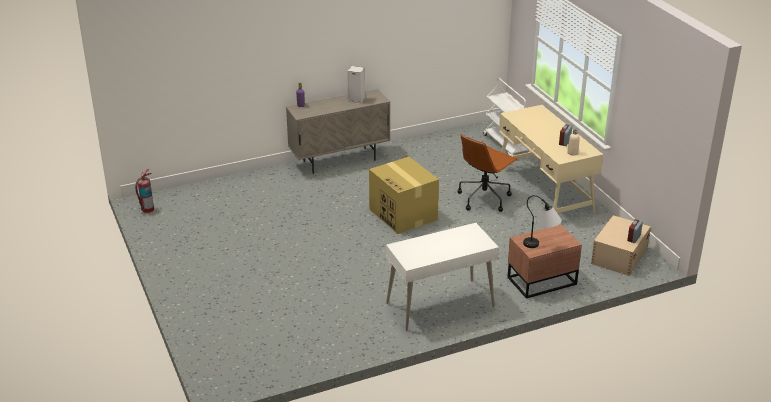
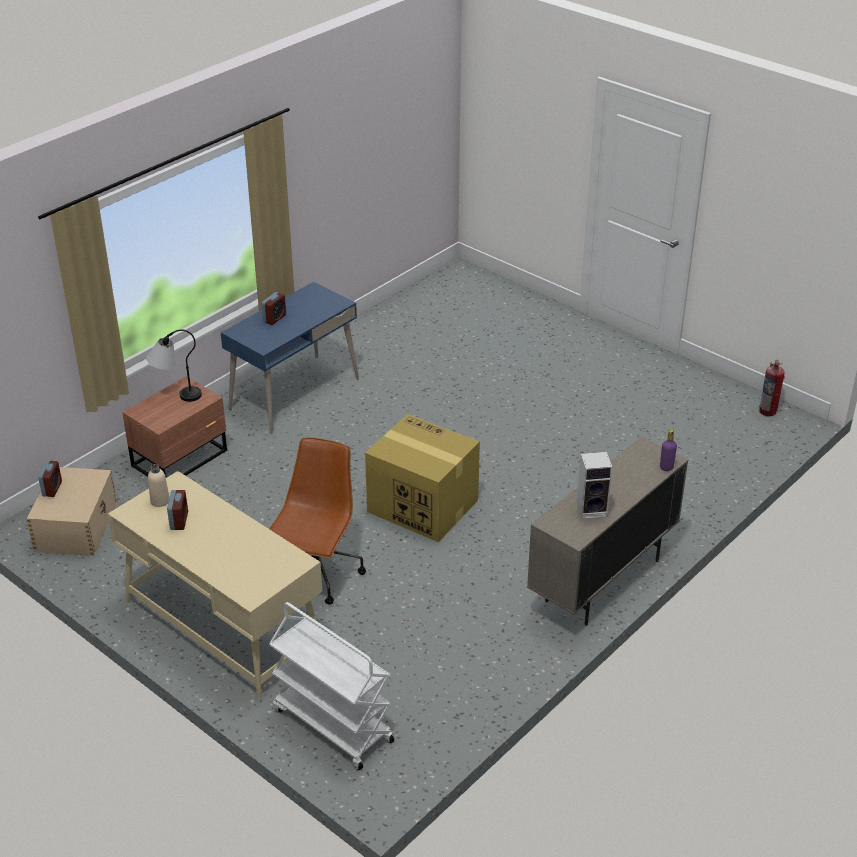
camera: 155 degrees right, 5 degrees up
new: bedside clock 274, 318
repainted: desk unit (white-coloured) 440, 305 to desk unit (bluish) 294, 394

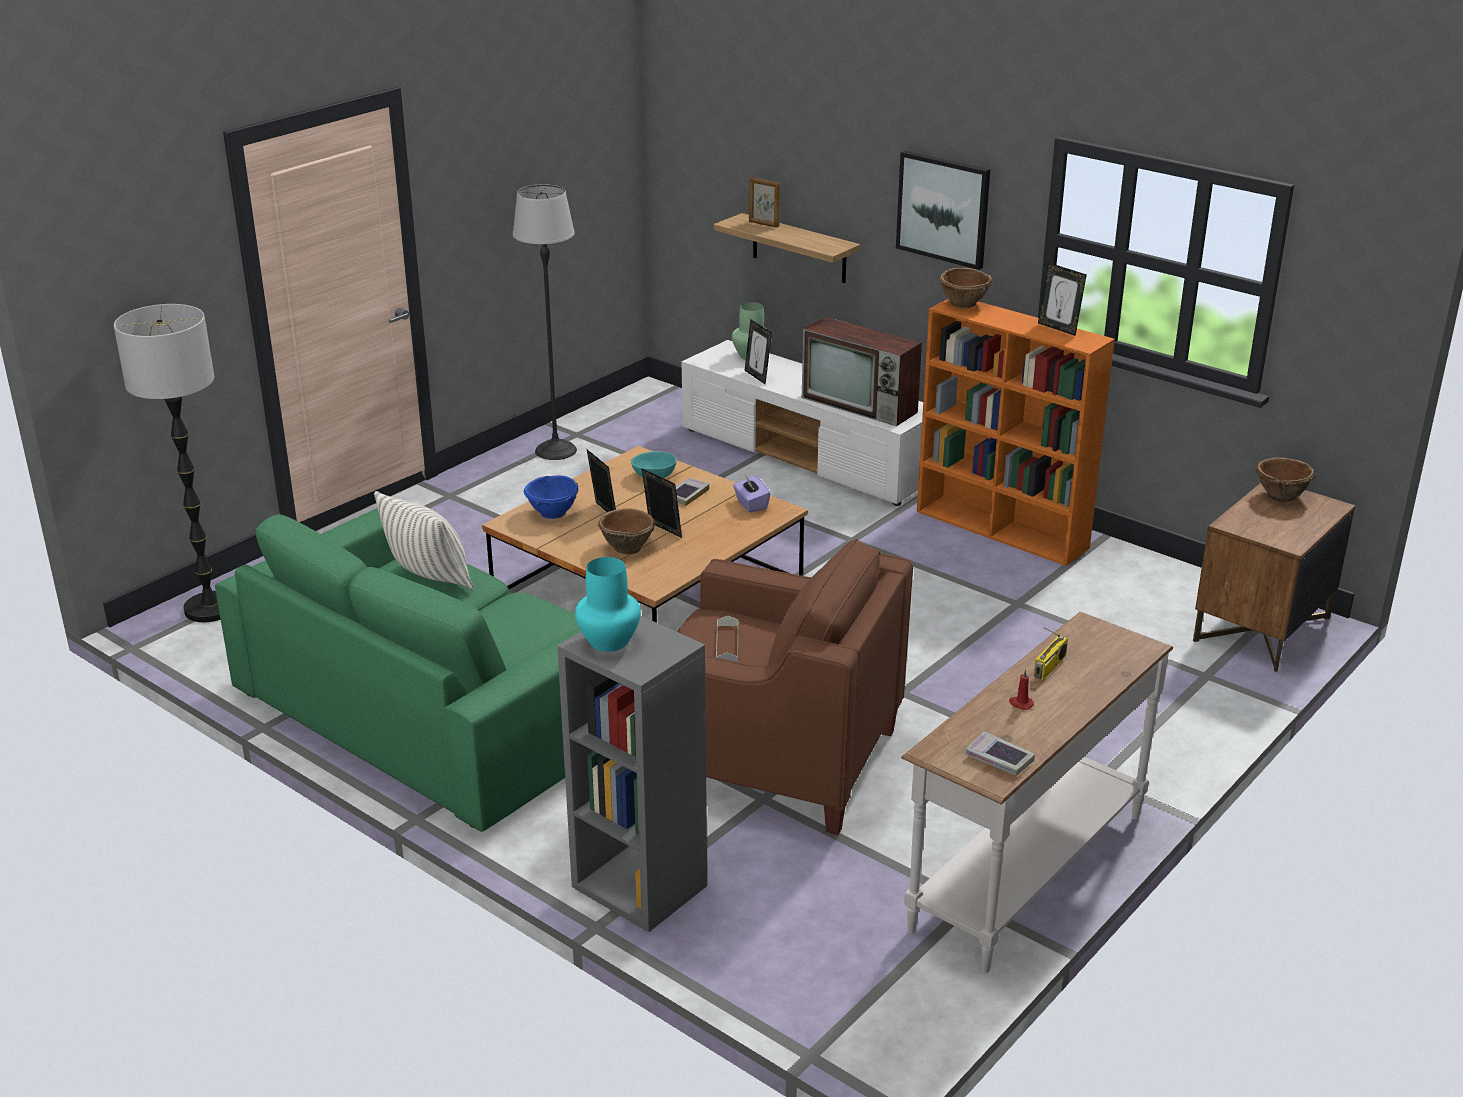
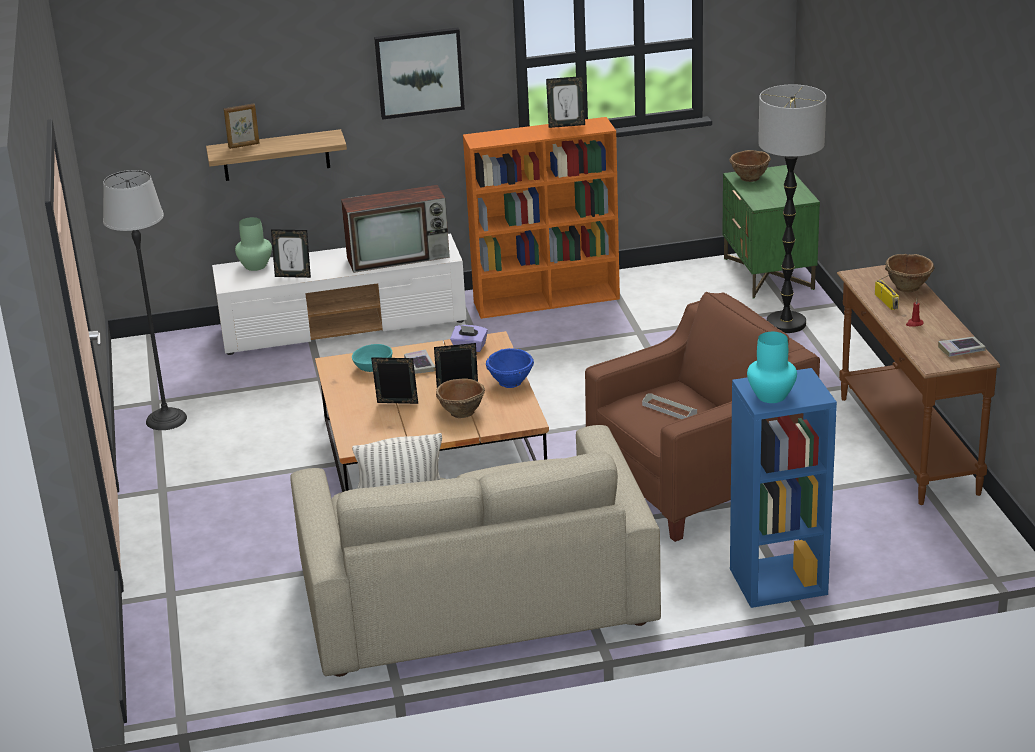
camera: 50 degrees left, 0 degrees up
shifted: deep dish (bluish) 552, 513 to 511, 383; floor lamp 210, 609 to 786, 324; deep dish (brownish) 964, 304 to 908, 287
repainted: couch (green) 440, 709 to couch (sand-coloured) 474, 593; night table (brownish) 1261, 630 to night table (green) 769, 274; bookcase (grey) 637, 886 to bookcase (bluish) 777, 582; console table (white-coloured) 1025, 870 to console table (brownish) 905, 445

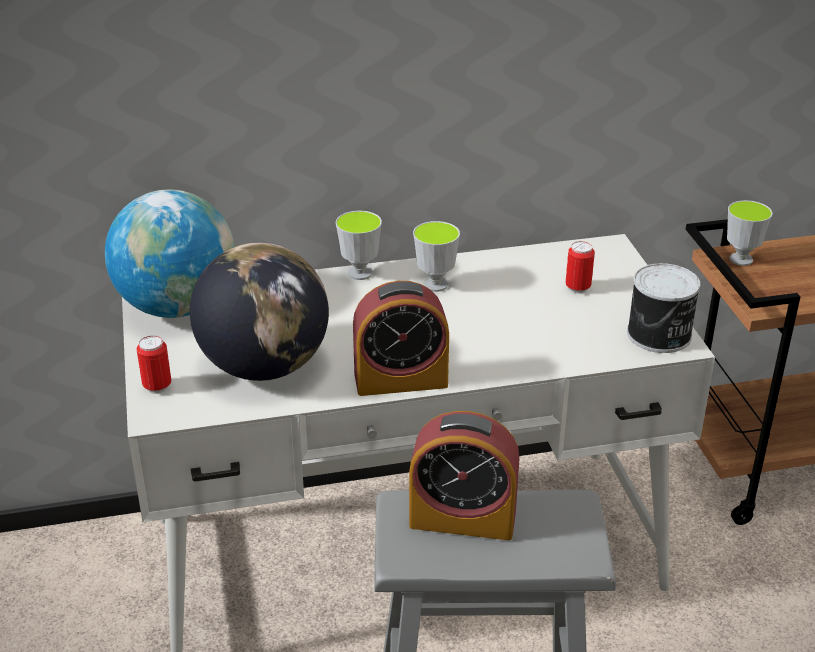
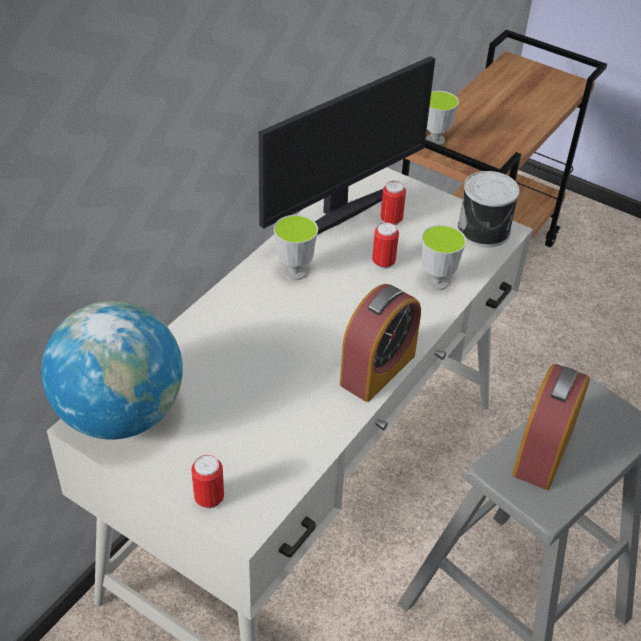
camera: 45 degrees left, 10 degrees up
gone: world globe 264, 366
new: computer screen 340, 213; sealed can 383, 263
shifted: cup 360, 273 to 437, 282
rotated: bedside clock 462, 519 = 543, 451 150 degrees clockwise

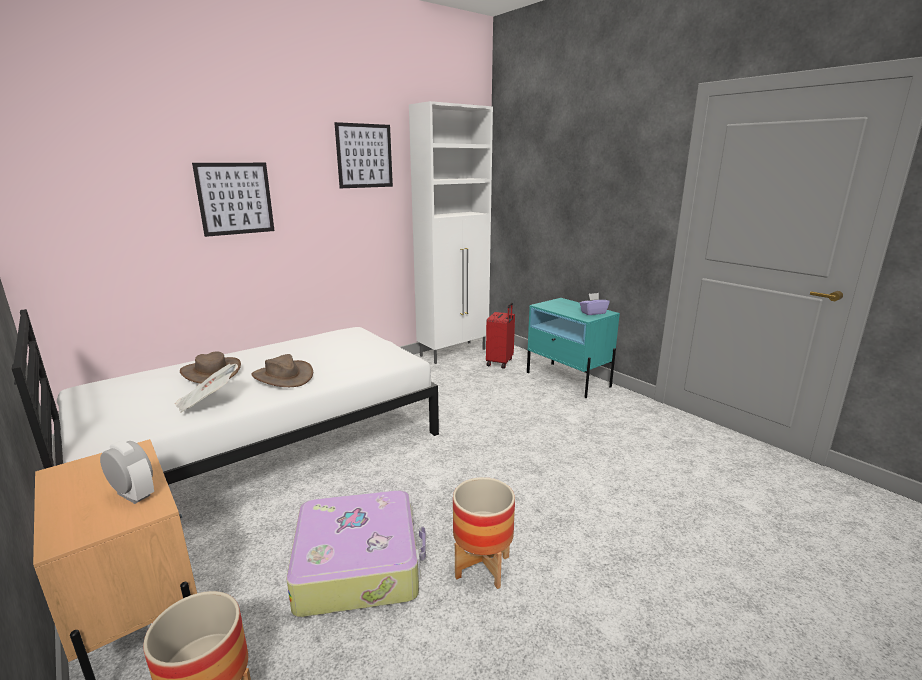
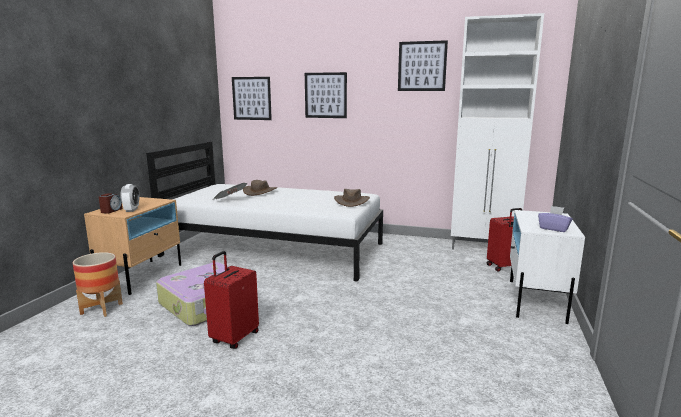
camera: 55 degrees right, 5 degrees down
new: bedside clock 111, 210; picture 251, 98
shifted: wearable hat (brownish) 283, 376 to 351, 201
swapped: planter 482, 567 to travel case (red) 234, 338
repainted: night table (turquoise) 568, 379 to night table (white-coloured) 536, 300

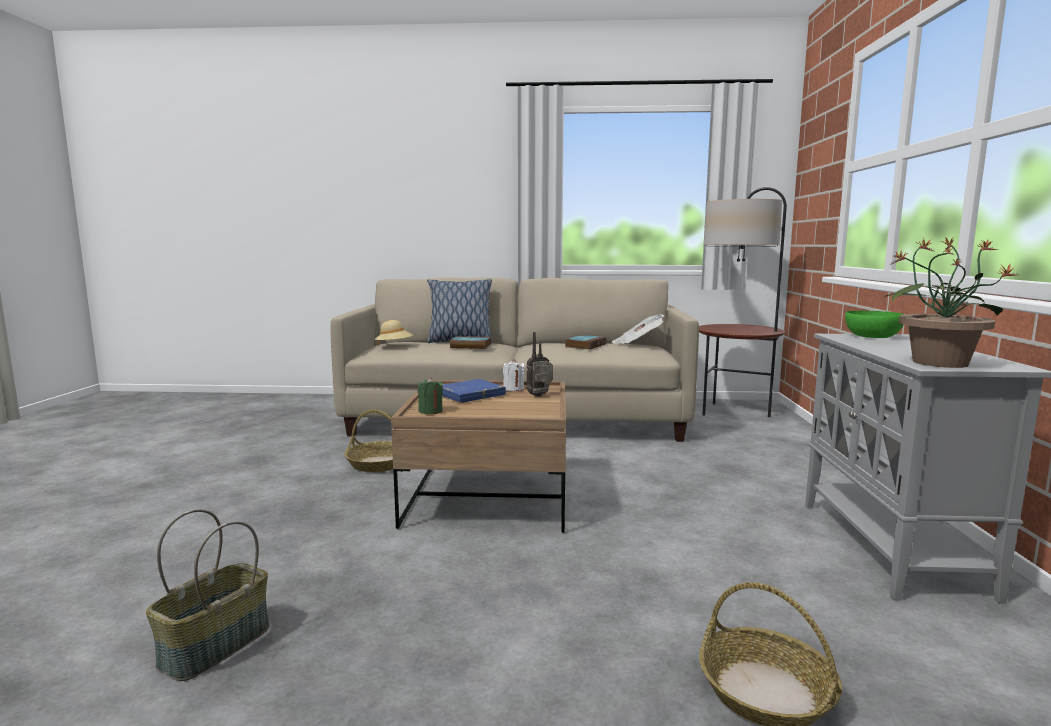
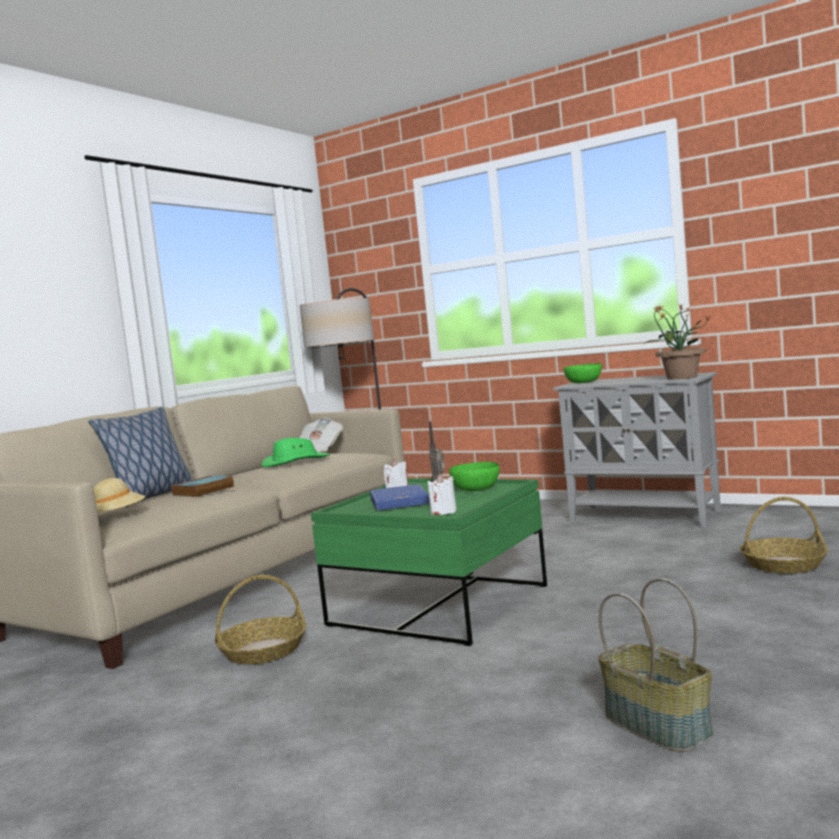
camera: 60 degrees left, 5 degrees down
new: deep dish (green) 476, 489
swapped: volume 585, 345 to wearable hat (green) 295, 462
repainted: lounge table (brownish) 489, 497 to lounge table (green) 439, 605; wax light (green) 430, 411 to wax light (white-coloured) 443, 512

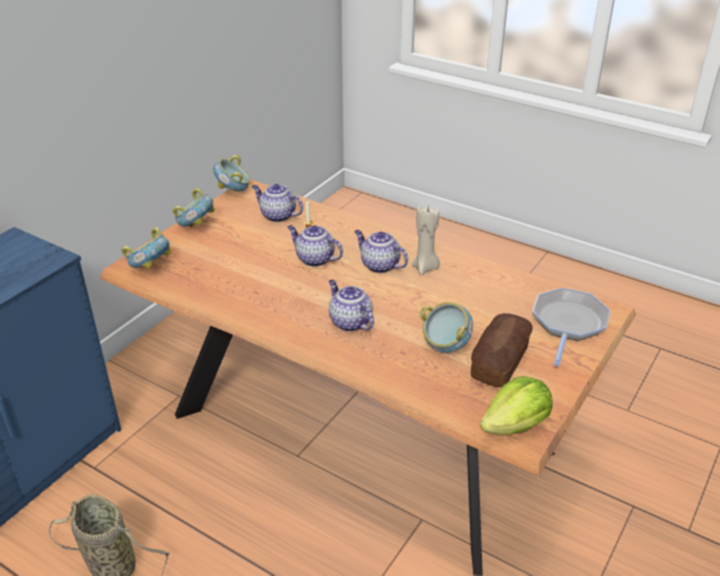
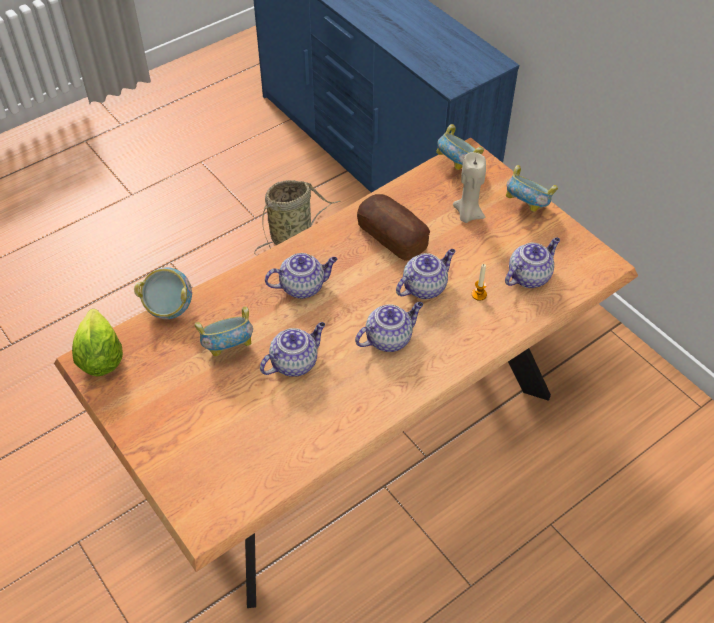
camera: 110 degrees right, 15 degrees up
gone: pan 568, 323
new: tea pot 295, 362
shifted: deep dish 233, 191 to 169, 309; baked bread 499, 361 to 392, 237; wax light (sand-coloured) 425, 268 to 467, 215

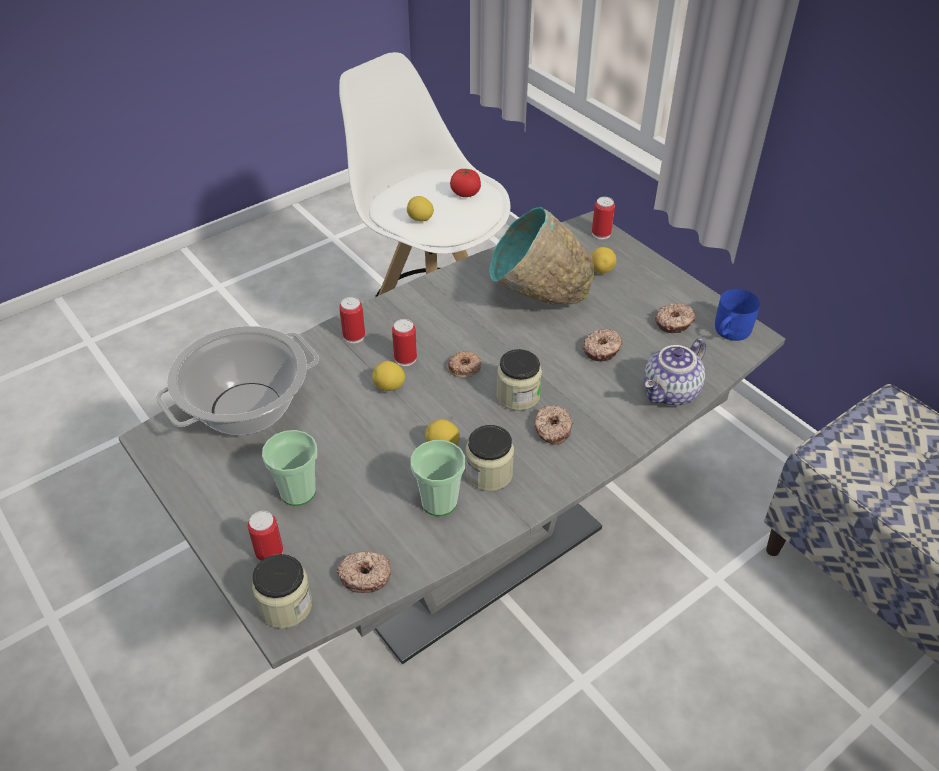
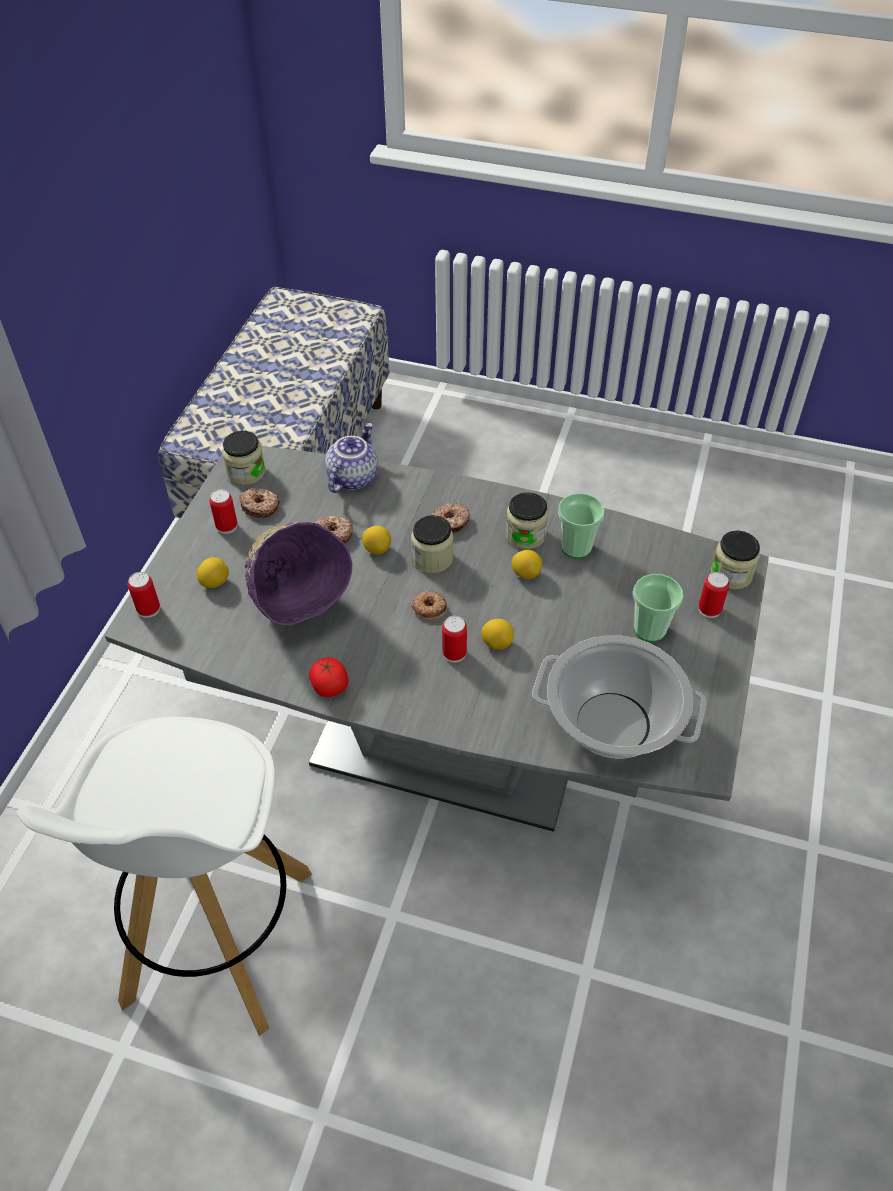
camera: 125 degrees left, 5 degrees up
gone: doughnut 365, 575
shifted: sealed can 354, 336 to 226, 526; whole tomato 465, 193 to 329, 687; whole lemon 420, 219 to 377, 549
swapped: mug (bluish) 729, 331 to preserve jar 246, 472
repainted: deep dish (turquoise) 535, 301 to deep dish (purple-coloured) 299, 606
rotated: tea pot 671, 393 = 352, 477 75 degrees counterclockwise

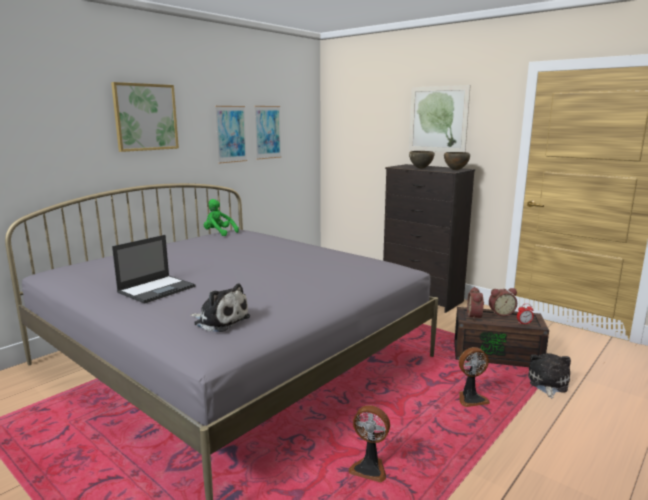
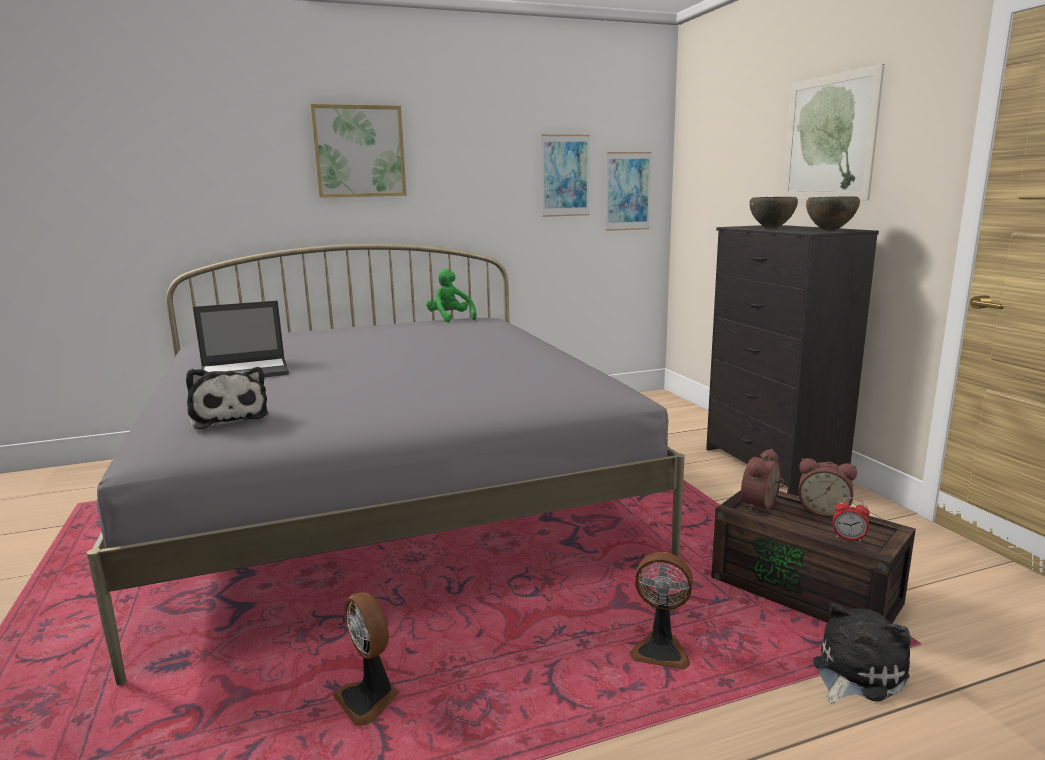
camera: 30 degrees right, 0 degrees up
shifted: picture 231, 134 to 627, 191

